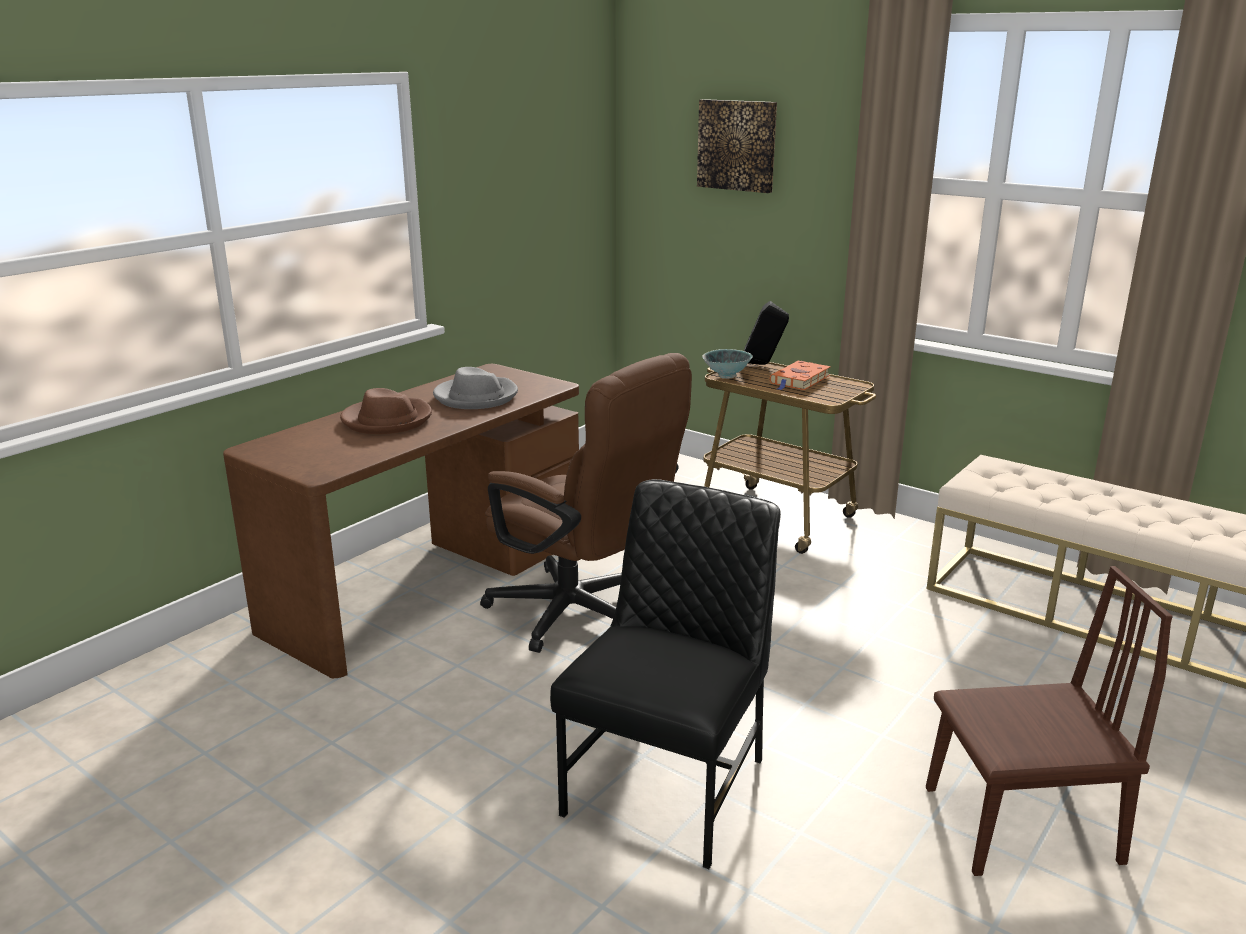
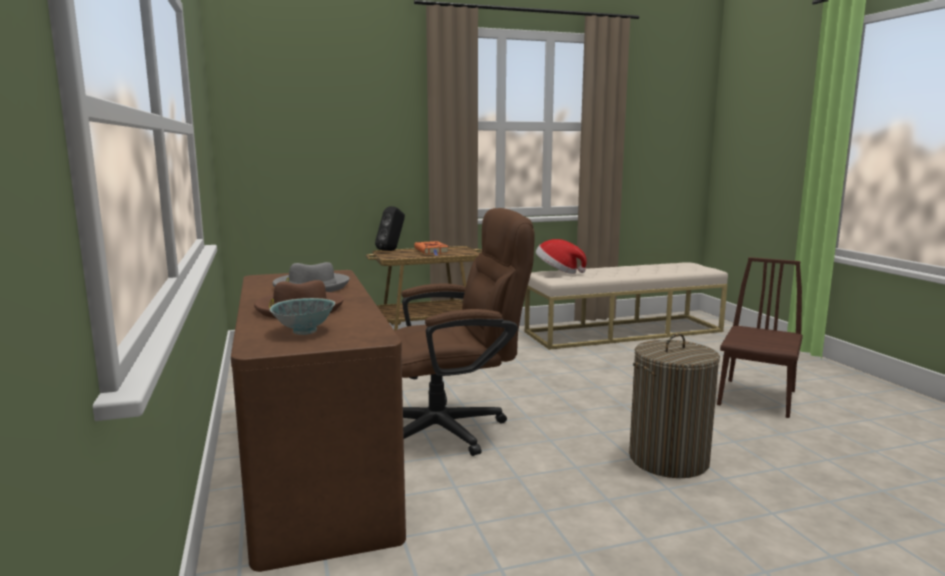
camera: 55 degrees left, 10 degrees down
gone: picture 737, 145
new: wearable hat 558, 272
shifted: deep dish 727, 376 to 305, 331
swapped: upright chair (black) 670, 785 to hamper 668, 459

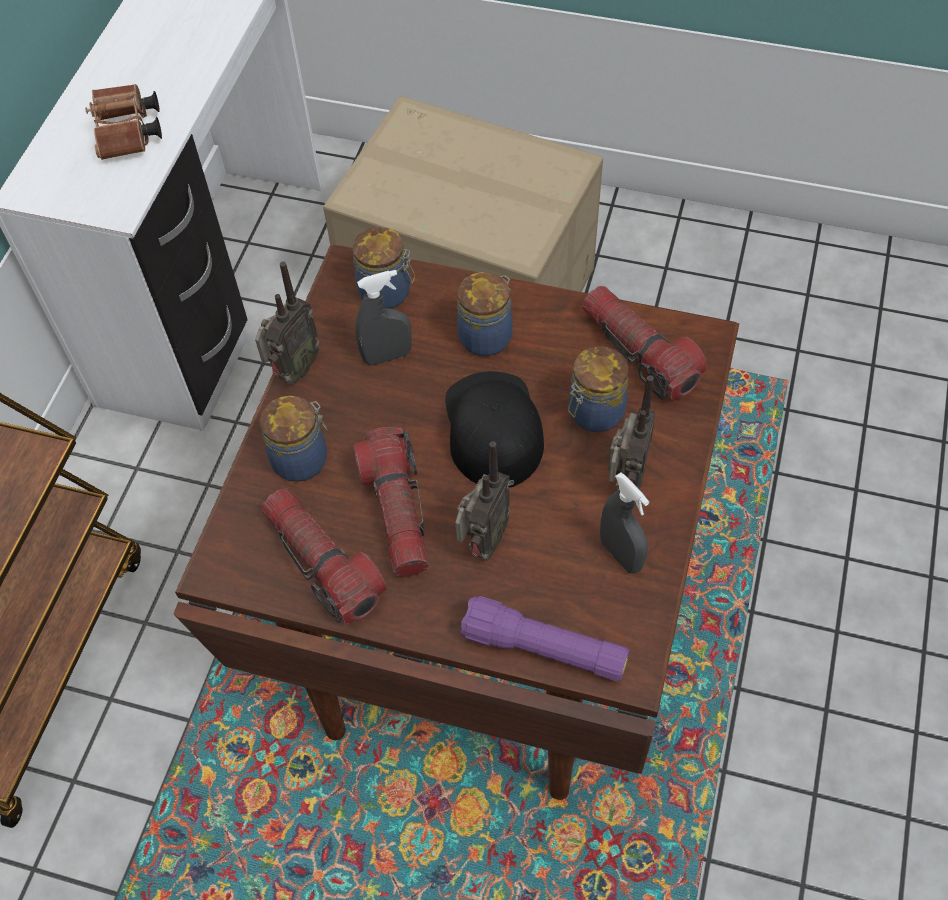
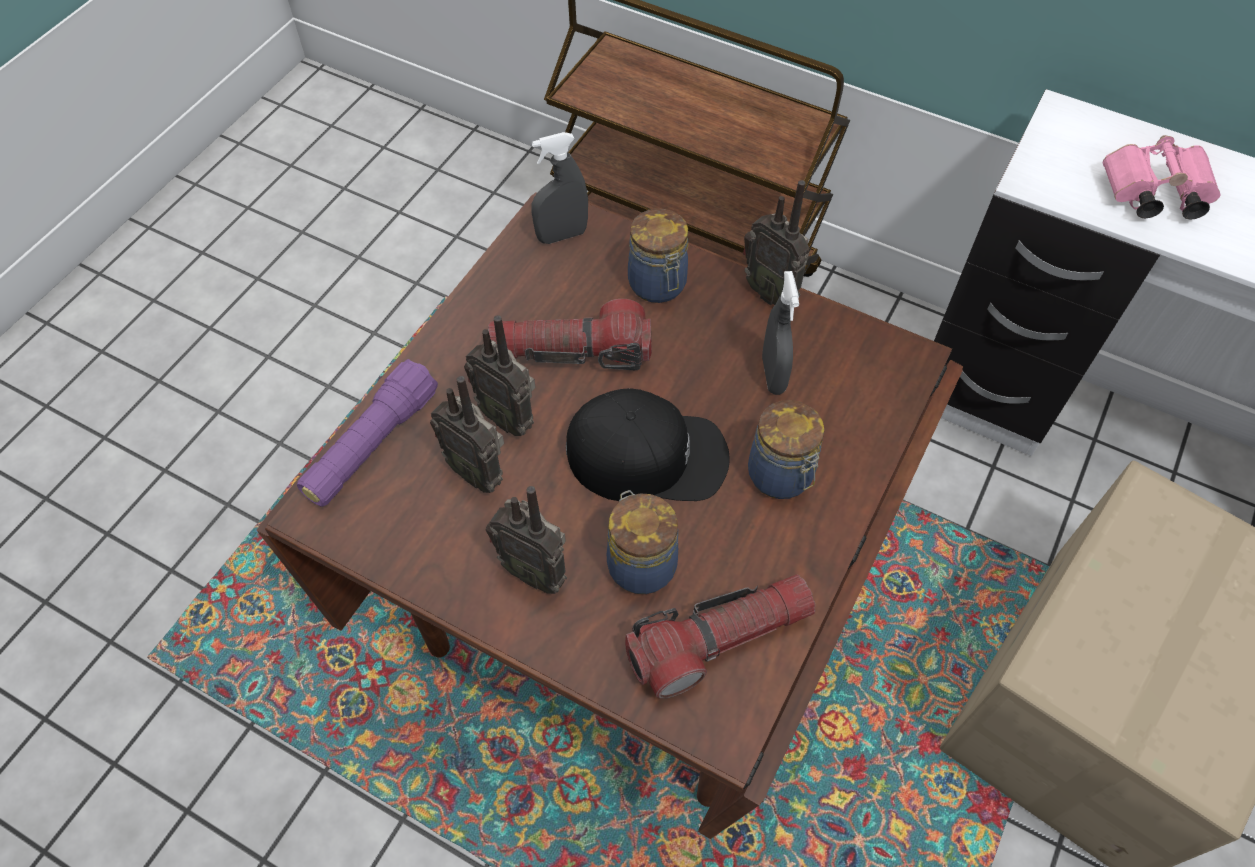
camera: 100 degrees right, 0 degrees up
gone: torch 323, 563; preserve jar 387, 293
new: radio 478, 471
shifted: hand sprayer (grey) 621, 555 to 562, 235
repainted: pair of binoculars (brownish) 128, 135 to pair of binoculars (pink) 1151, 195

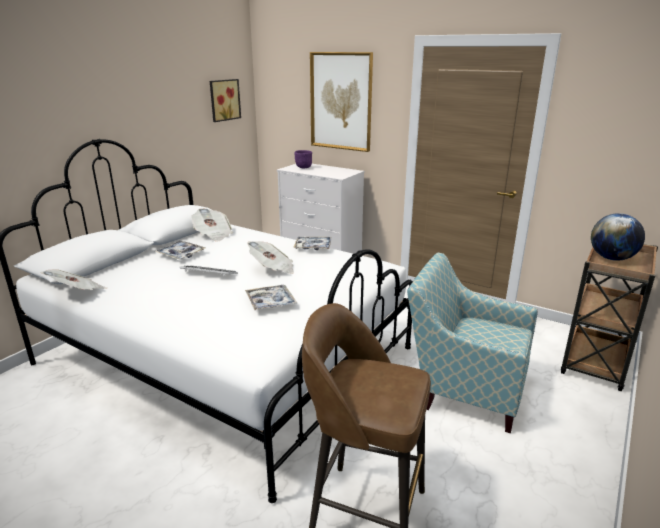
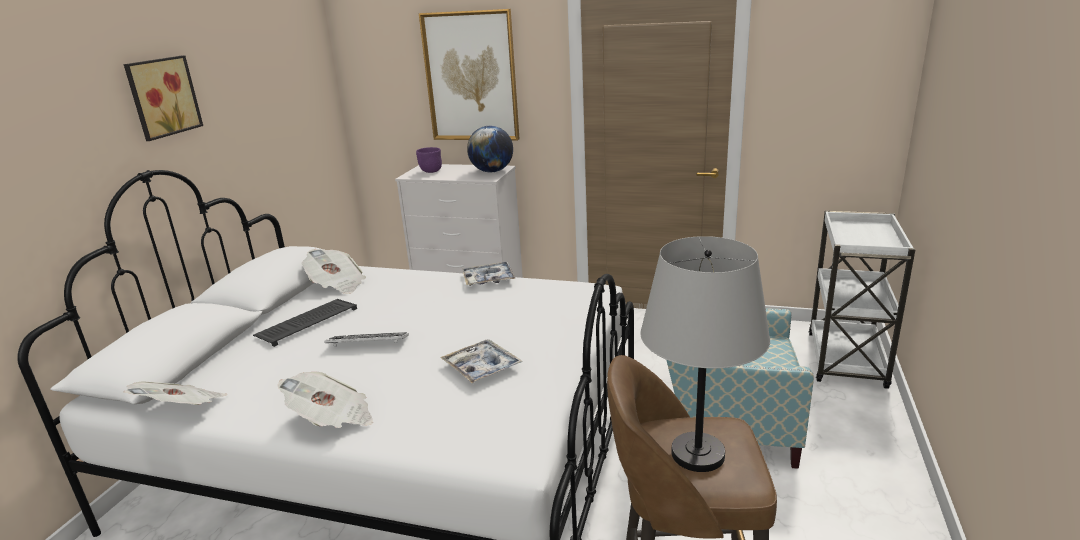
camera: 15 degrees left, 0 degrees up
new: table lamp (grey) 698, 455
shifted: picture 223, 100 to 161, 97; newspaper 273, 269 to 333, 419; world globe 611, 258 to 492, 171
swapped: serving tray 181, 254 to PC keyboard 307, 322
repainted: trolley (brownish) 595, 363 to trolley (white-coloured) 846, 361

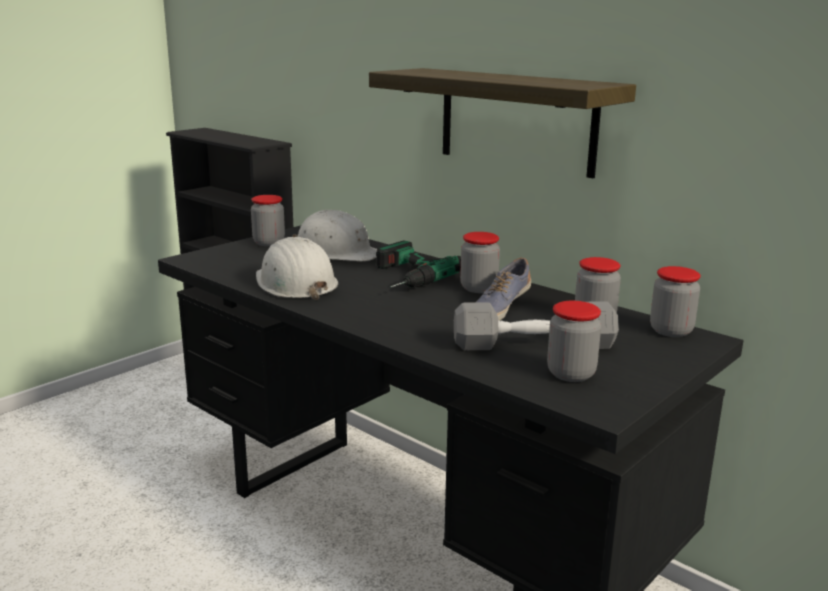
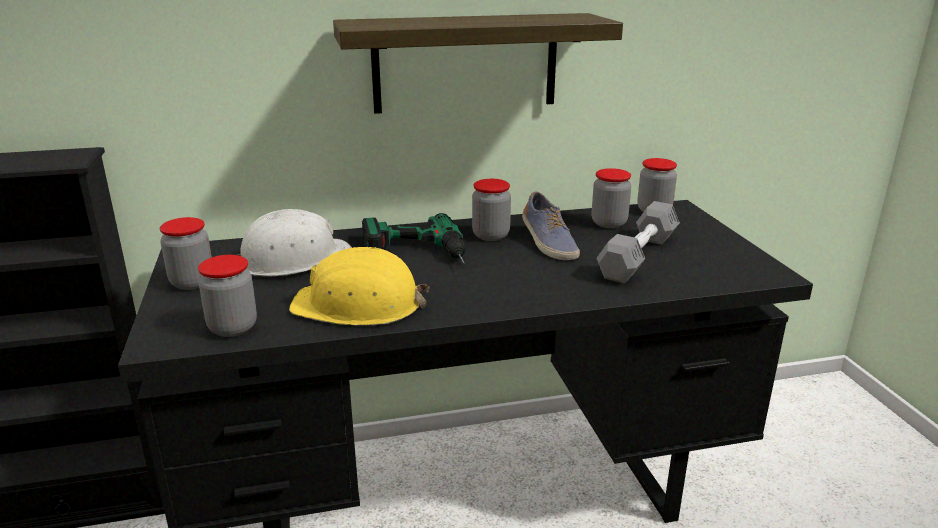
camera: 55 degrees left, 5 degrees up
shifted: preserve jar 571, 374 to 233, 327
repainted: safety helmet (white-coloured) 295, 284 to safety helmet (yellow-coloured) 358, 305

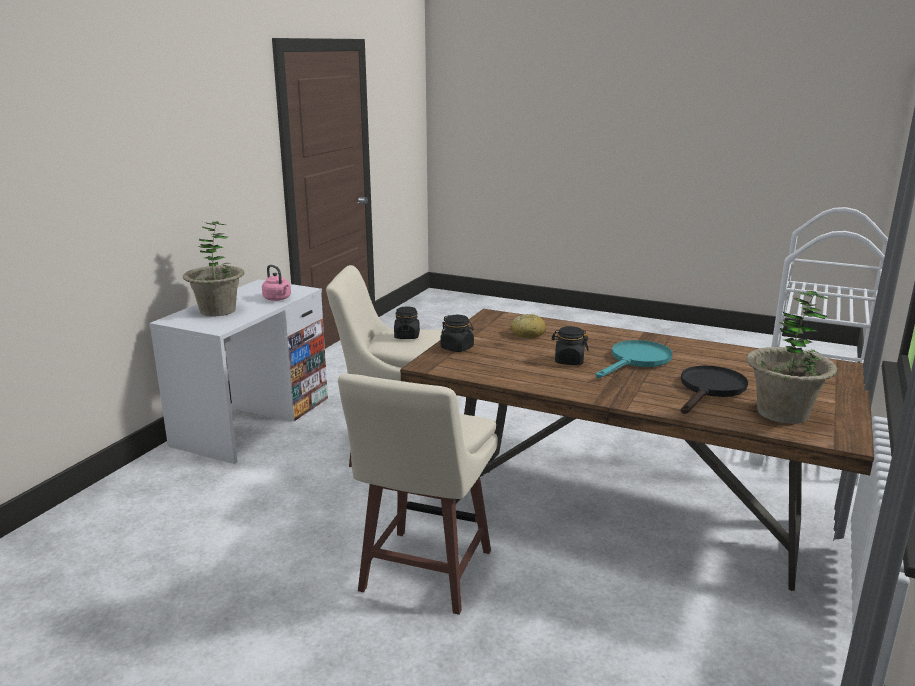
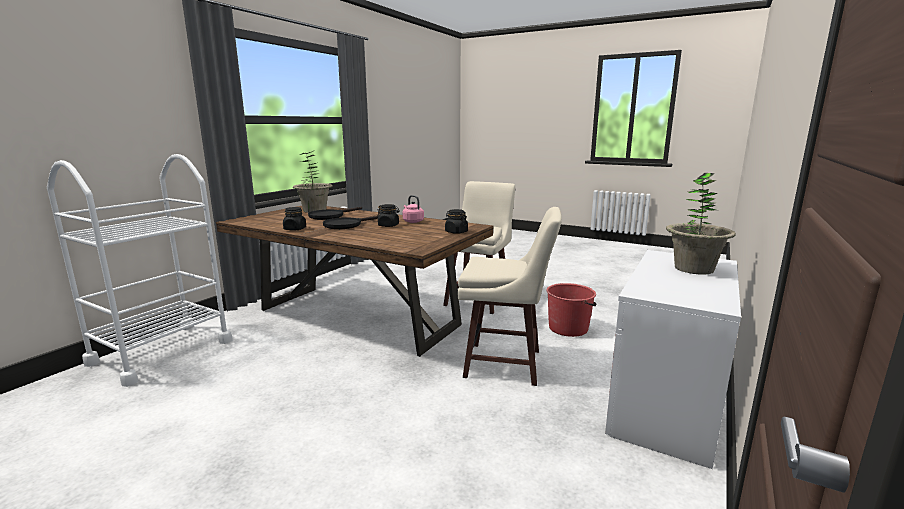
camera: 175 degrees left, 5 degrees down
gone: baked bread 527, 333
new: bucket (red) 568, 328
shifted: preserve jar (black) 407, 336 to 295, 229; tea kettle (pink) 278, 299 to 412, 221
repainted: pan (turquoise) 636, 360 to pan (black) 347, 225

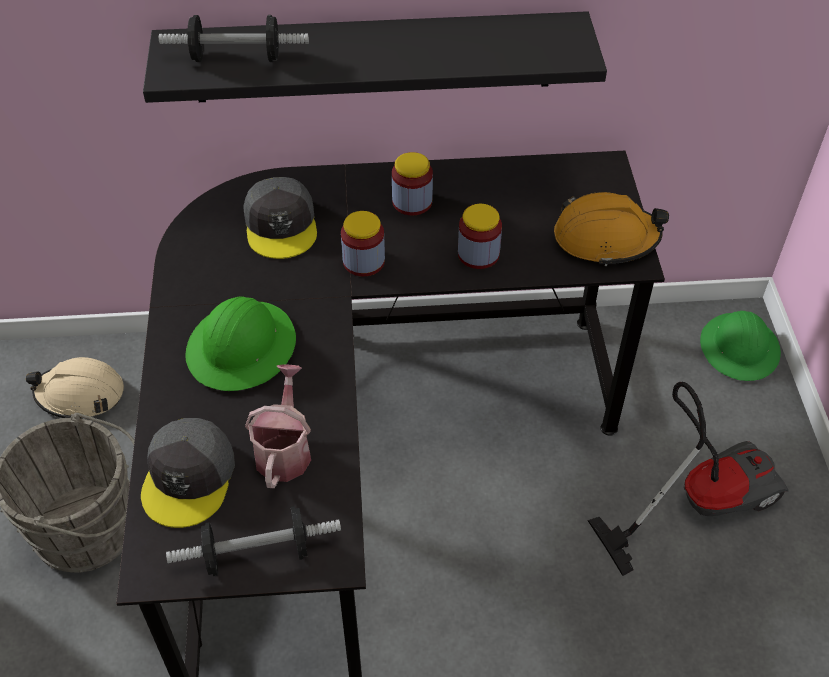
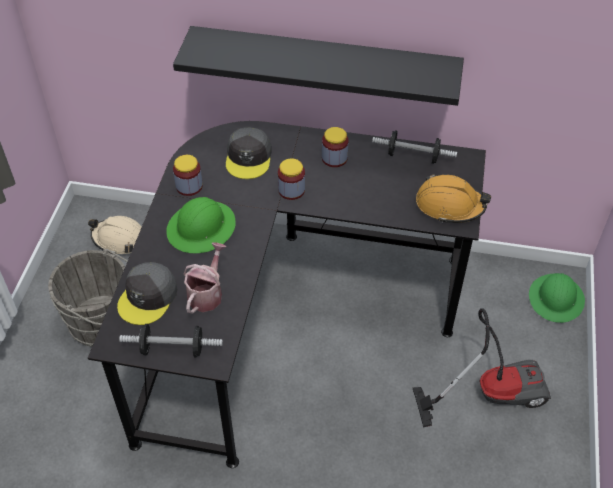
camera: 15 degrees right, 0 degrees up
shifted: preserve jar 478, 254 to 189, 186; dumbbell 236, 57 to 413, 156

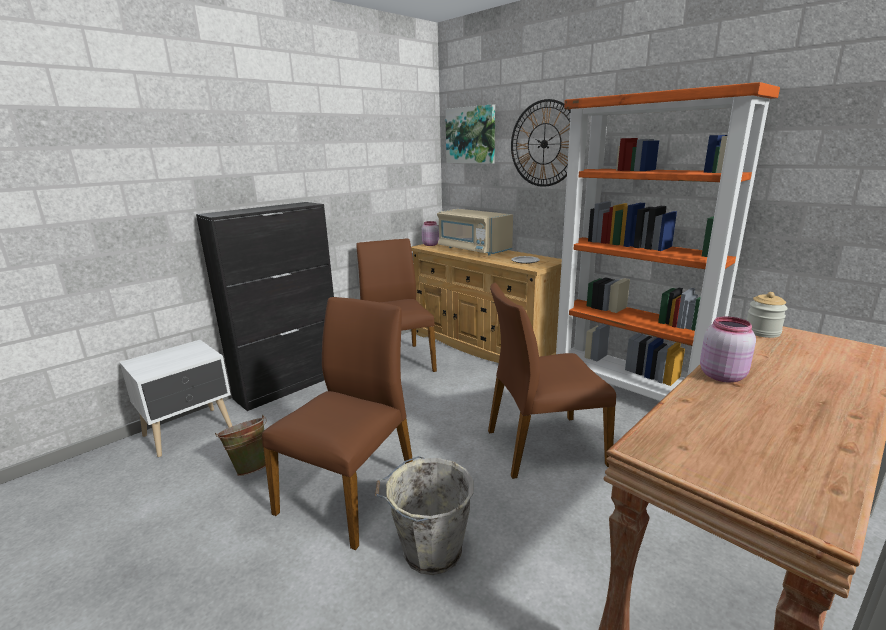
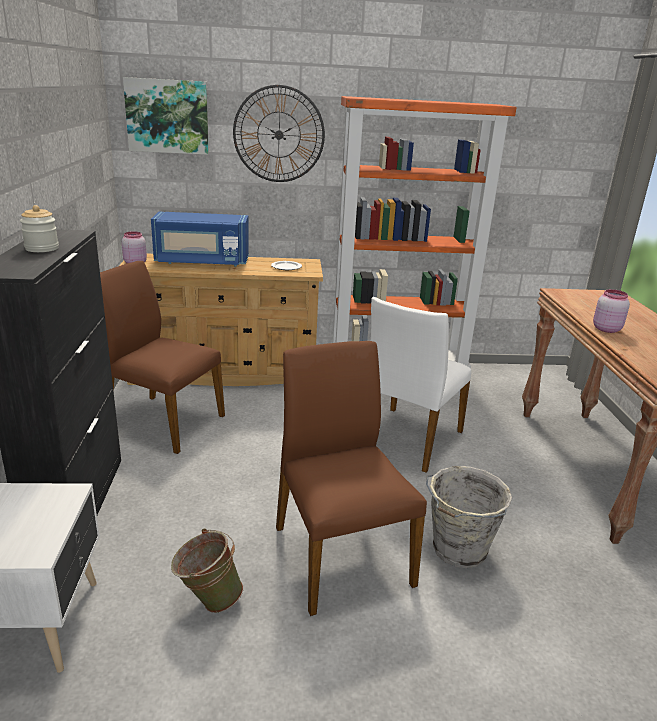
camera: 50 degrees left, 5 degrees up
shifted: preserve jar 762, 332 to 42, 248
repainted: microwave oven (sand-coloured) 473, 249 to microwave oven (bluish) 202, 262; upright chair (brownish) 543, 446 to upright chair (white-coloured) 408, 439

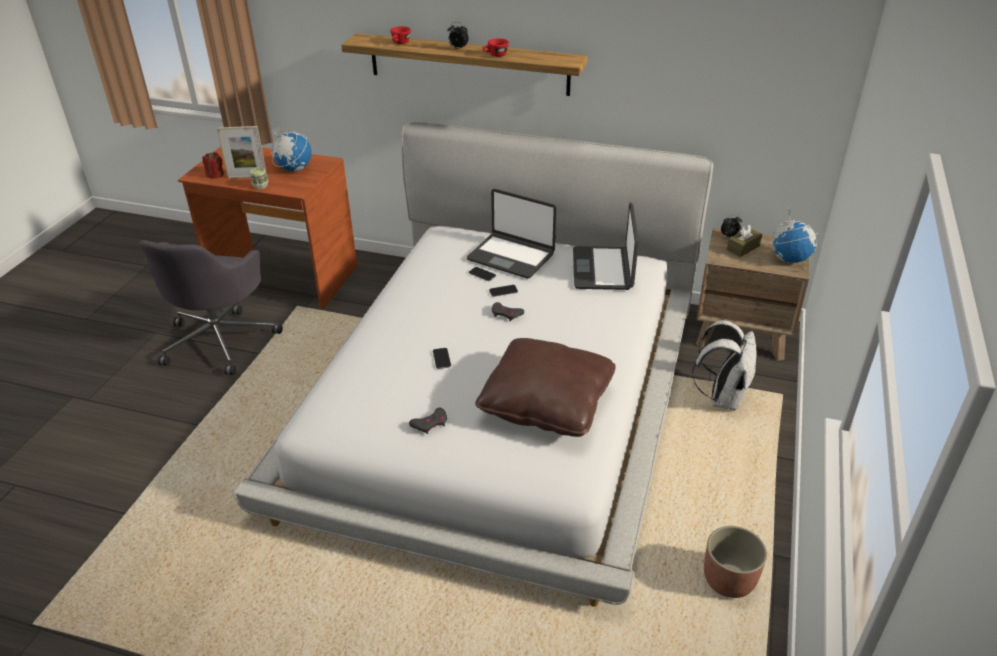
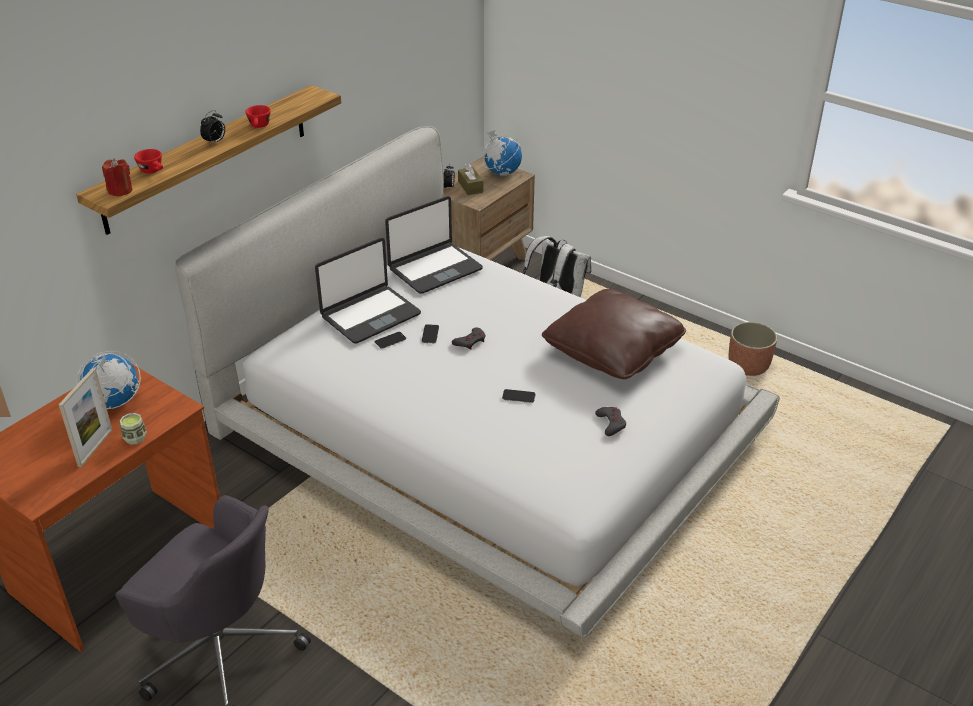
camera: 70 degrees left, 0 degrees up
shifted: wax light (red) 215, 174 to 120, 190
rotated: notebook computer 603, 269 = 434, 269 60 degrees counterclockwise

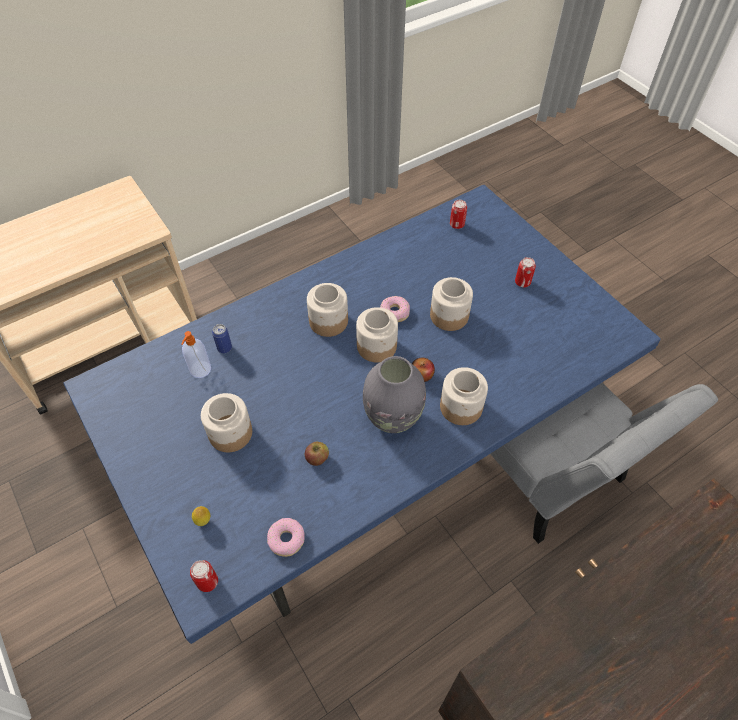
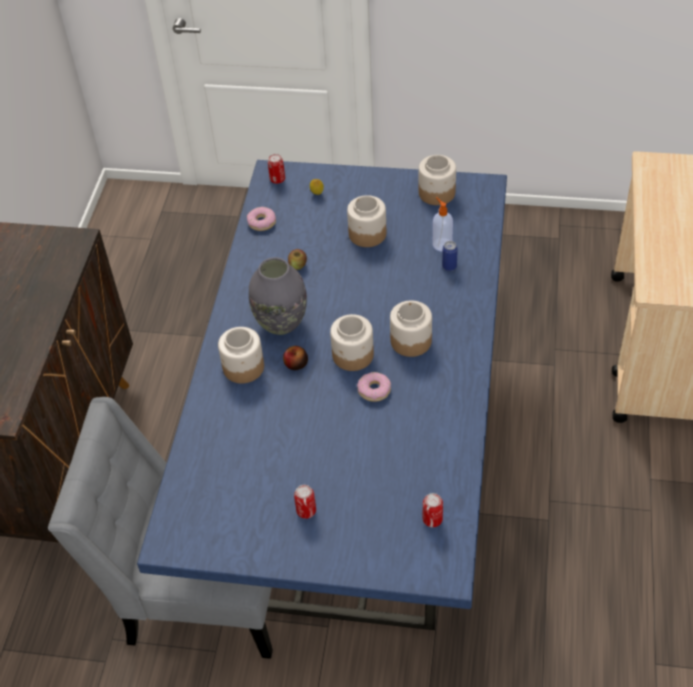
camera: 135 degrees right, 5 degrees down
shifted: preserve jar 449, 316 to 436, 193

